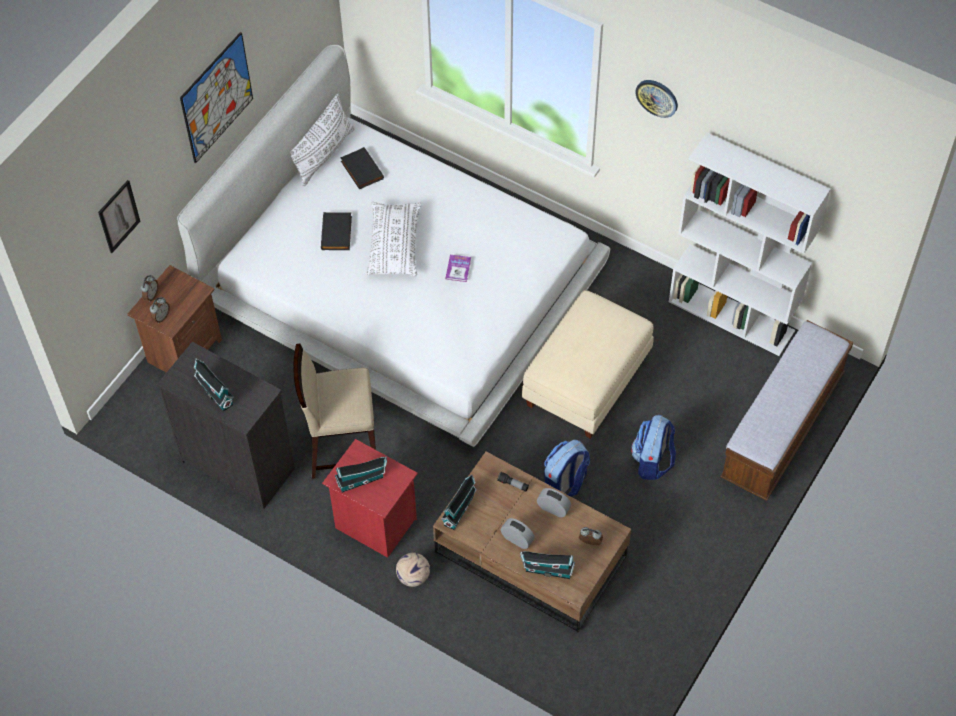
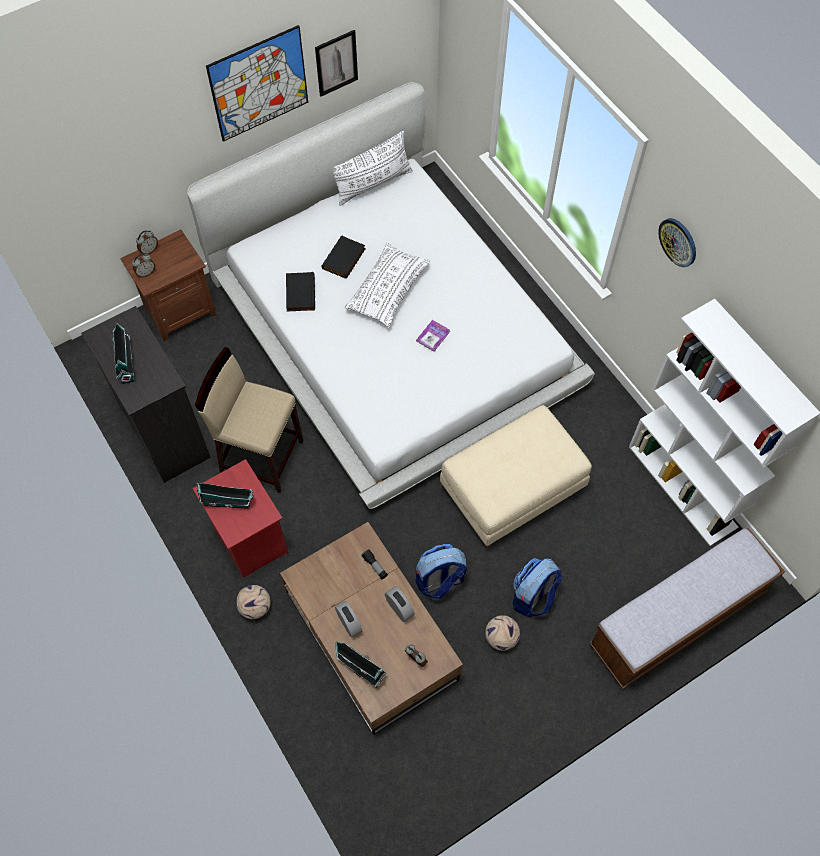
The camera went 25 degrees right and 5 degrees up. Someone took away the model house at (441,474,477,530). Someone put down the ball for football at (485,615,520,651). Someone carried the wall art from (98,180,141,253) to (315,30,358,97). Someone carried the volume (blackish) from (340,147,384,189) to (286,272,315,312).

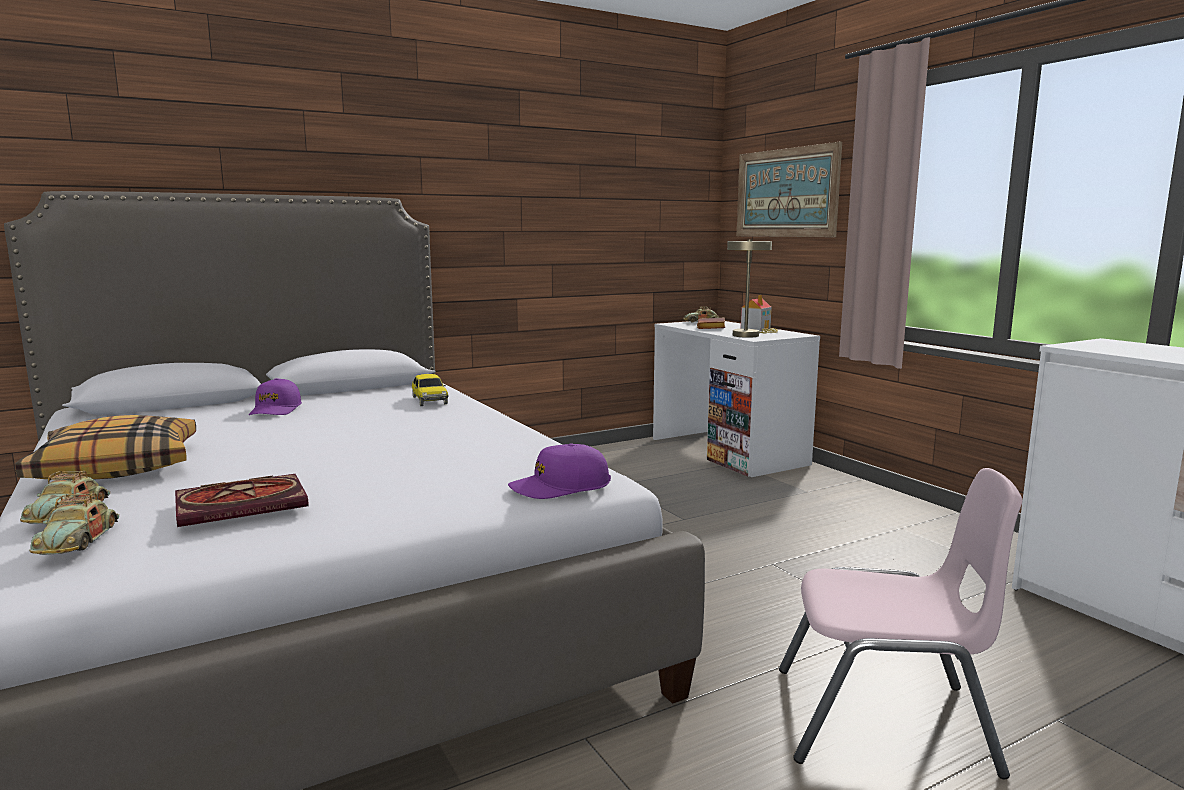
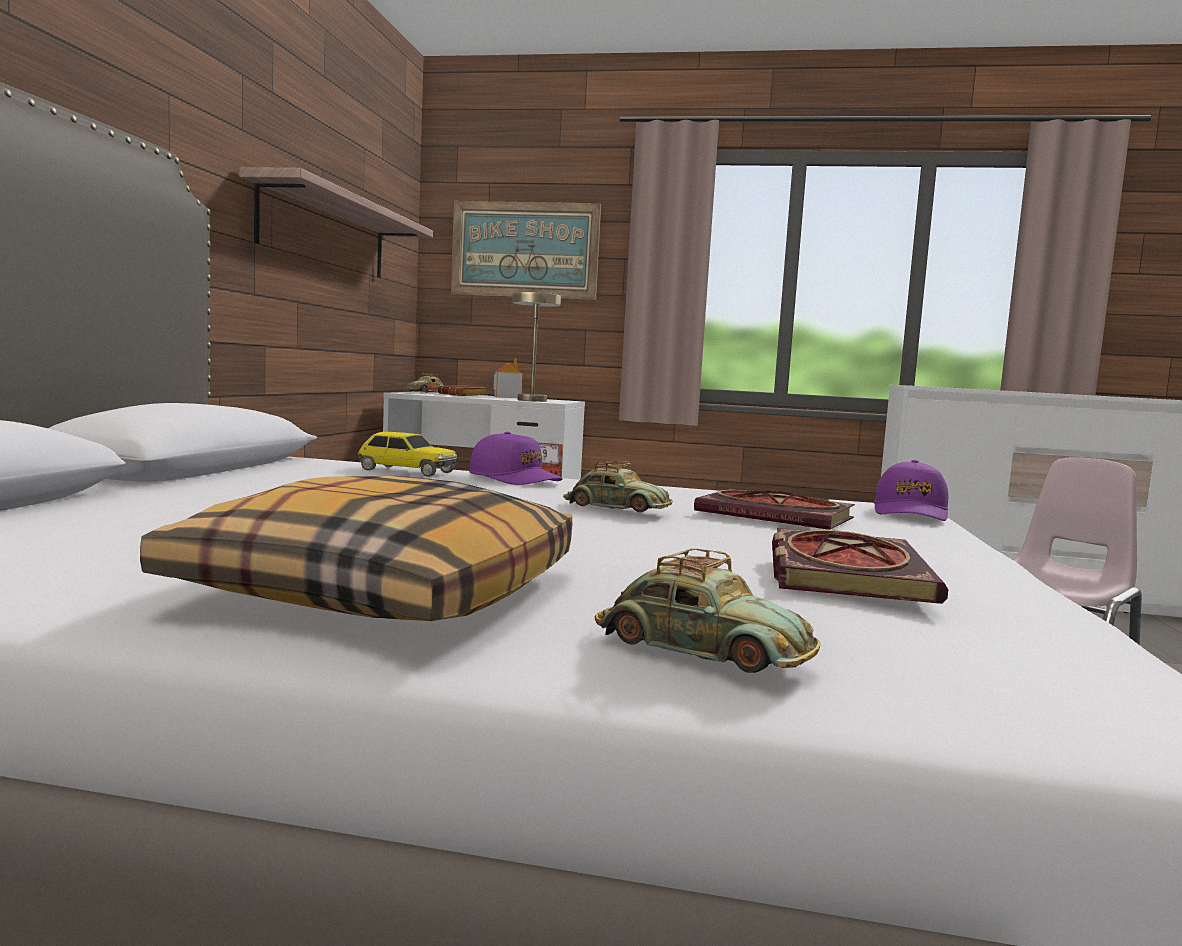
The camera went 50 degrees left and 5 degrees down. Someone put up the bracket shelf at (239,167,433,278). Someone put down the volume at (694,489,855,530). Someone carried the model car from (29,493,119,555) to (563,460,673,512). Someone carried the peaked cap (purple-coloured) from (249,378,302,415) to (469,432,563,485).

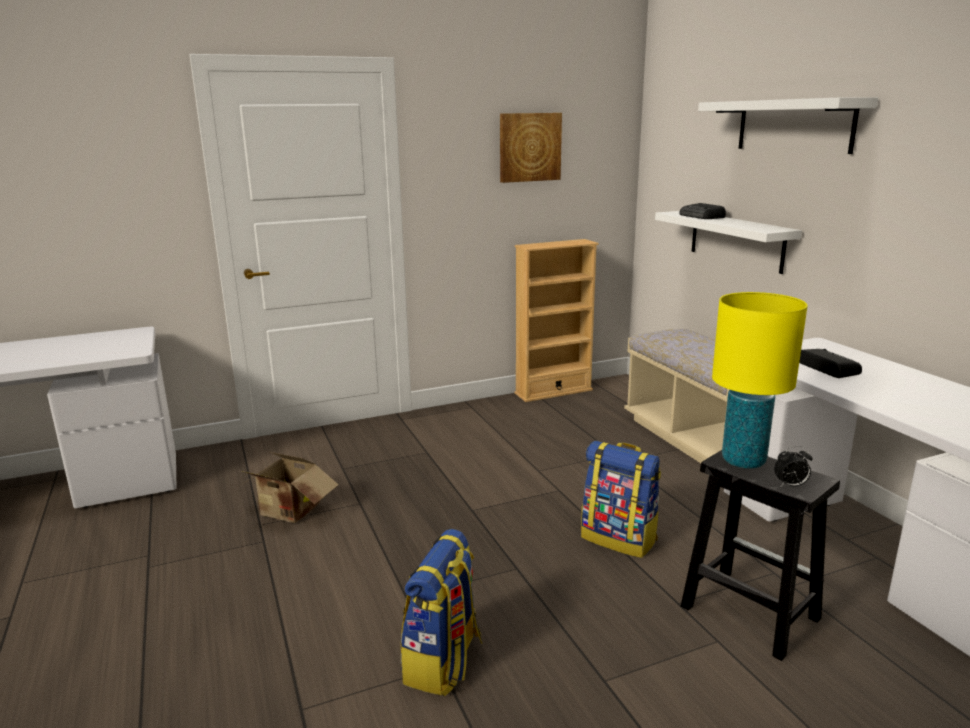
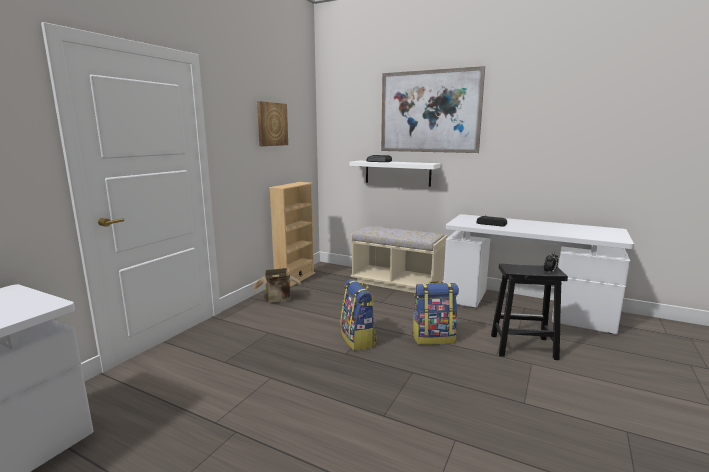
The camera went 40 degrees left and 5 degrees down. Someone took away the lamp for a table (yellowish) at (712,292,808,469). Someone carried the cardboard box from (240,452,339,523) to (253,268,302,303). Someone carried the rucksack from (401,529,483,696) to (340,279,377,351). Someone swapped the bracket shelf (white-coloured) at (698,97,878,154) for the wall art at (381,66,485,153).

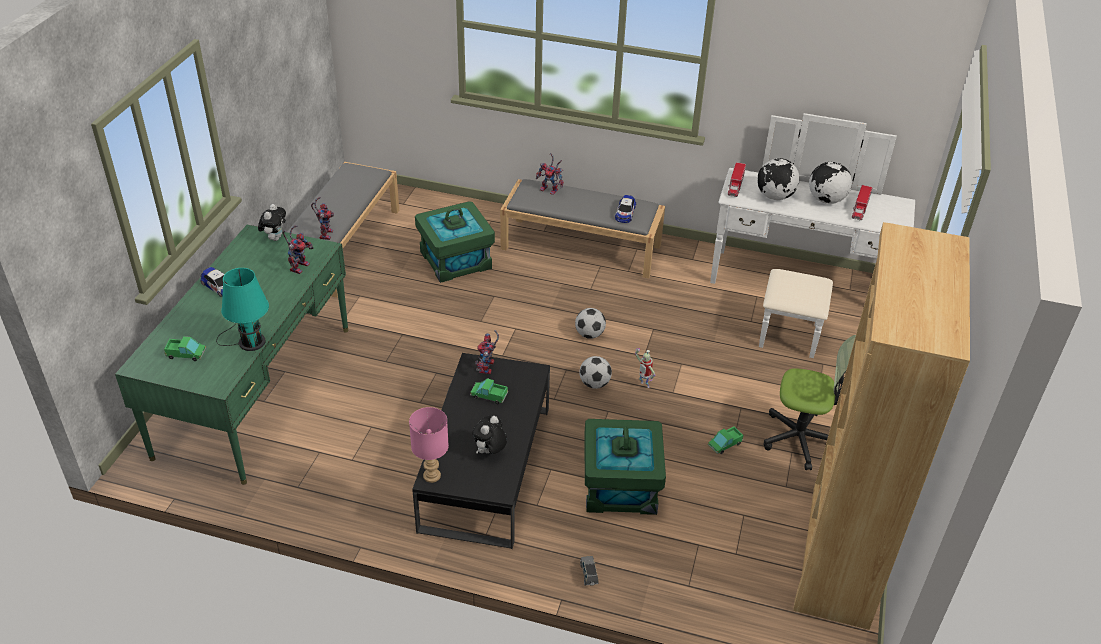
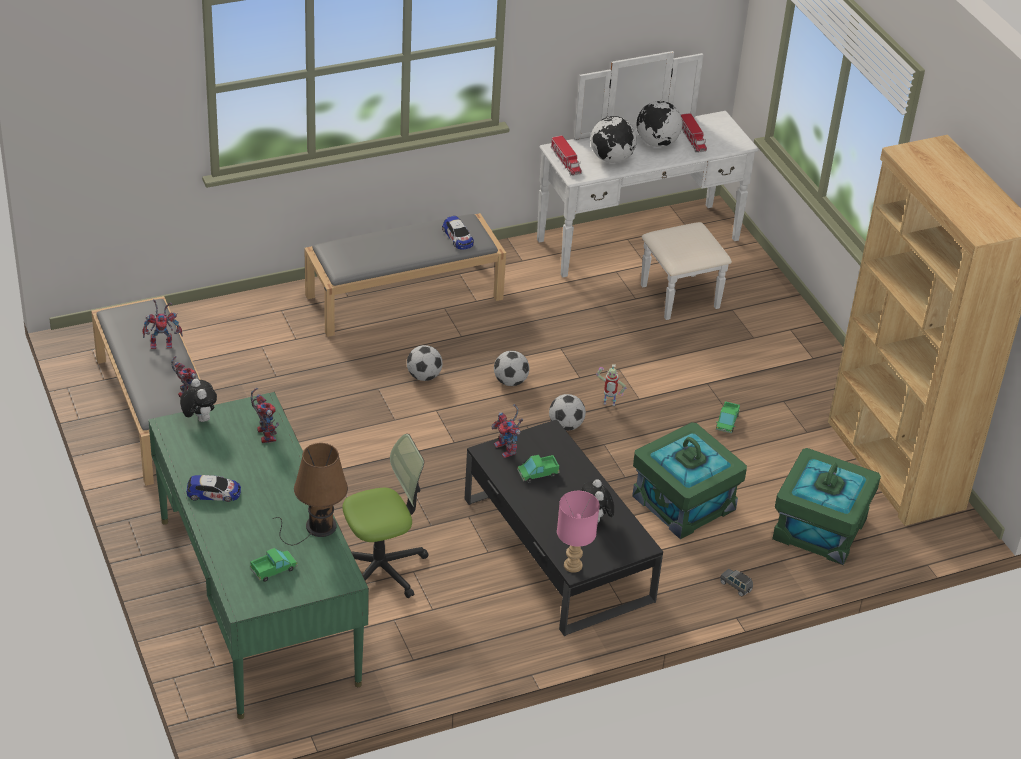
The camera went 40 degrees left and 0 degrees up. Someone put down the ball for football at (407,345,442,381). Someone carried the storage bin (greenish) from (415,201,495,283) to (772,448,881,565). Someone carried the model robot from (536,153,564,195) to (143,299,183,349). Someone carried the desk chair from (764,335,856,470) to (343,434,428,598). Someone repainted the lamp for a table (turquoise) at (216,268,269,351), which became the lamp for a table (brownish) at (273,443,348,545).

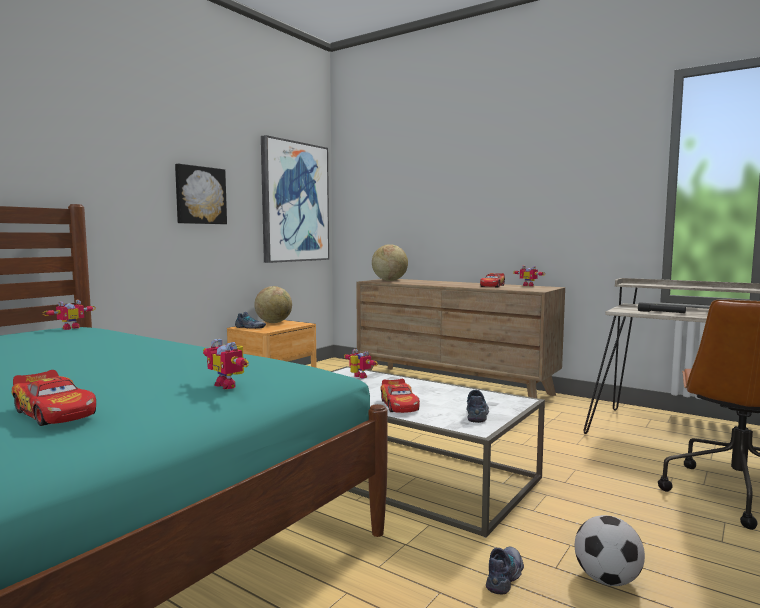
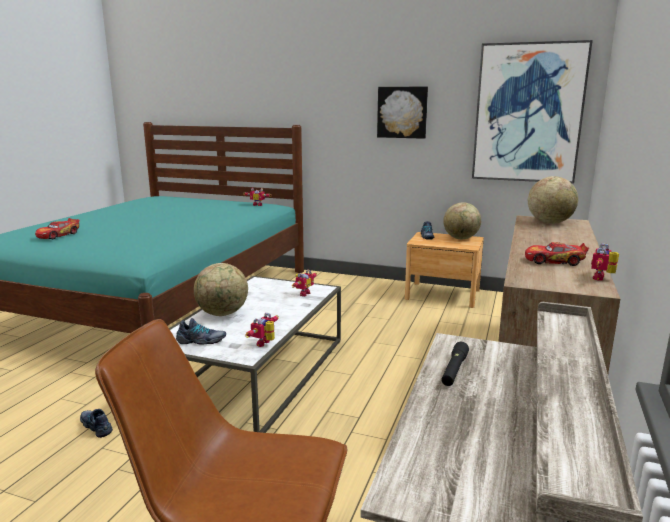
The camera went 75 degrees right and 10 degrees up. Someone took away the ball for football at (575,515,645,586). Someone carried the model robot from (203,338,249,389) to (245,313,279,347). Someone swapped the model car at (380,379,420,413) for the world globe at (194,263,248,316). Someone rotated the item of footwear at (486,547,524,594) by 150 degrees counterclockwise.

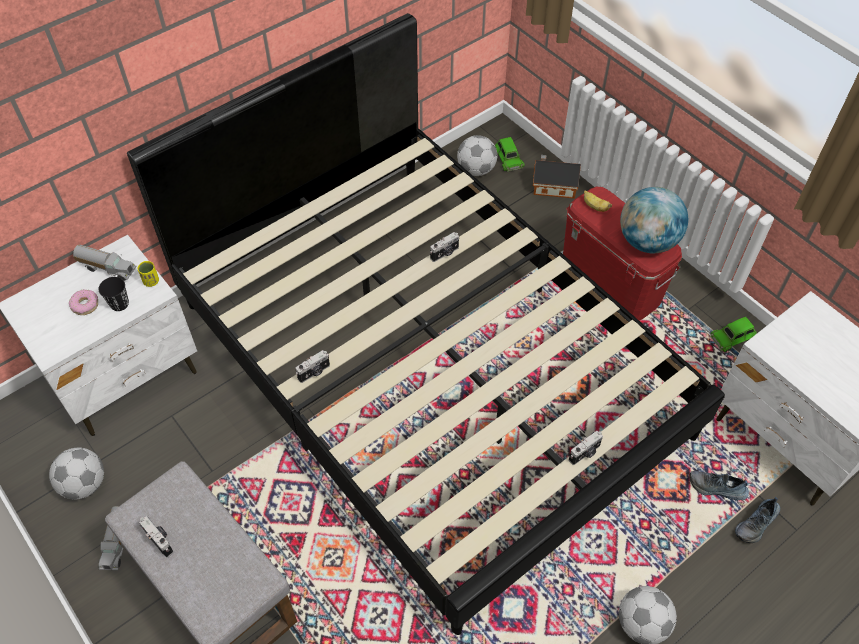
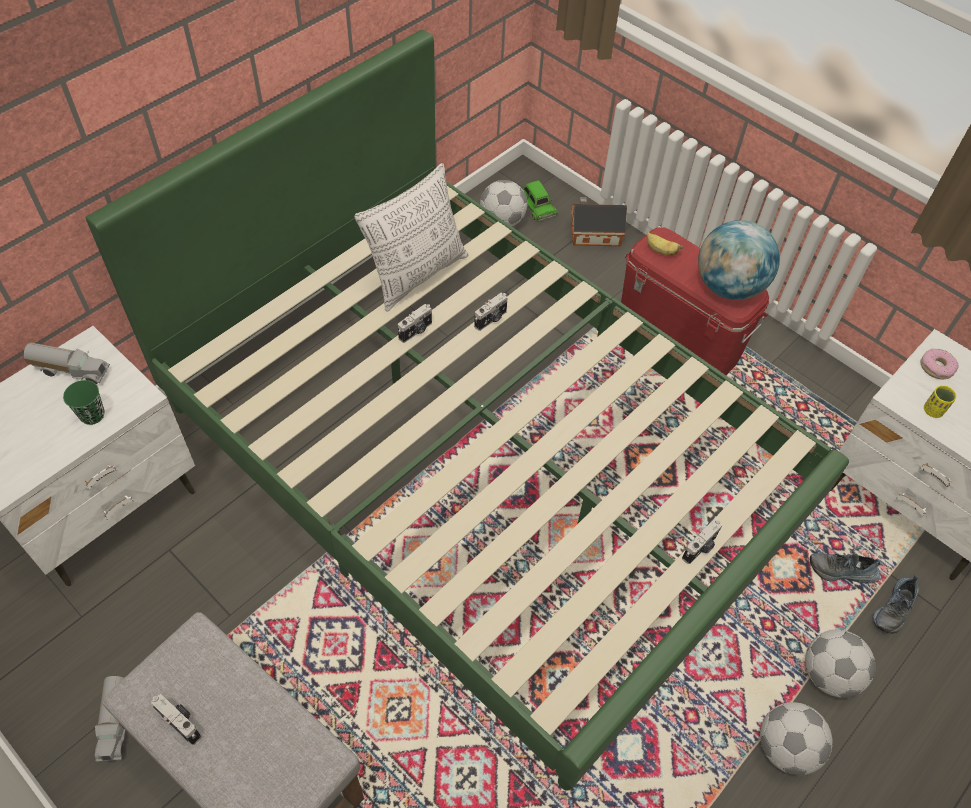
The camera went 10 degrees left and 0 degrees up. Someone took away the model car (greenish) at (710,317,757,352). Someone put down the cushion at (354,163,468,312). Someone carried the ball for football from (49,448,104,500) to (805,629,875,698). Someone carried the doughnut from (69,289,98,315) to (921,349,958,379). Someone carried the cup (yellowish) from (138,261,159,287) to (924,385,957,418). Someone carried the photo camera from (295,350,330,383) to (398,304,432,343). Someone repainted the cup (blackish) at (99,277,129,311), which became the cup (greenish) at (63,380,105,425). Someone repainted the sleeping bed (blackish) at (127,13,725,635), which became the sleeping bed (greenish) at (86,30,849,791).

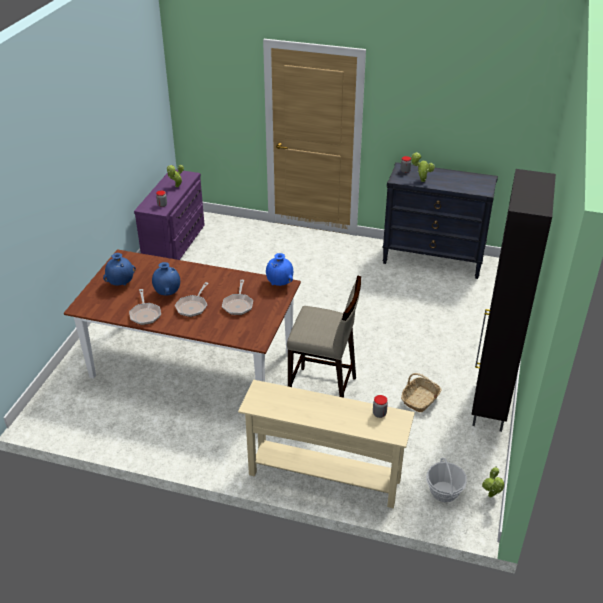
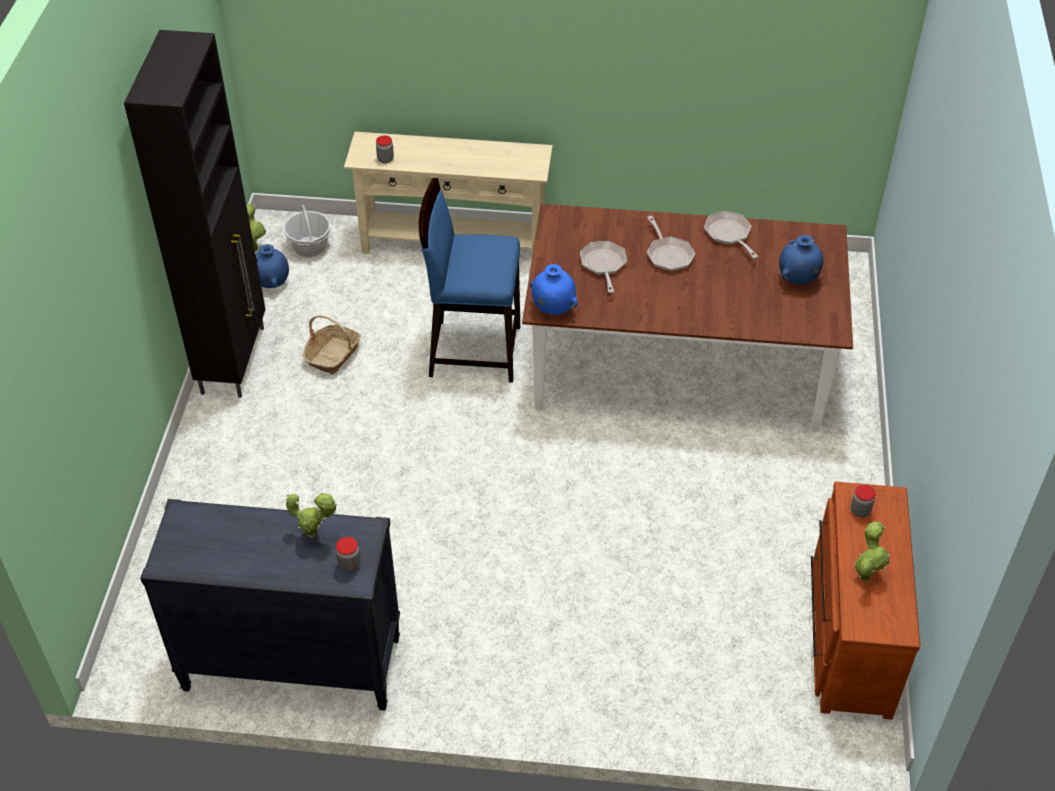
The camera went 170 degrees right and 10 degrees up. Someone carried the flower vase (blue-coloured) from (152,262,180,296) to (255,244,289,288). Someone repainted the chest of drawers (purple-coloured) at (134,169,204,260), which became the chest of drawers (brownish) at (811,482,920,720). Someone repainted the sitting stool (beige-coloured) at (287,275,361,398), which became the sitting stool (blue-coloured) at (419,178,520,383). Someone rotated the pan at (175,282,208,317) by 150 degrees clockwise.

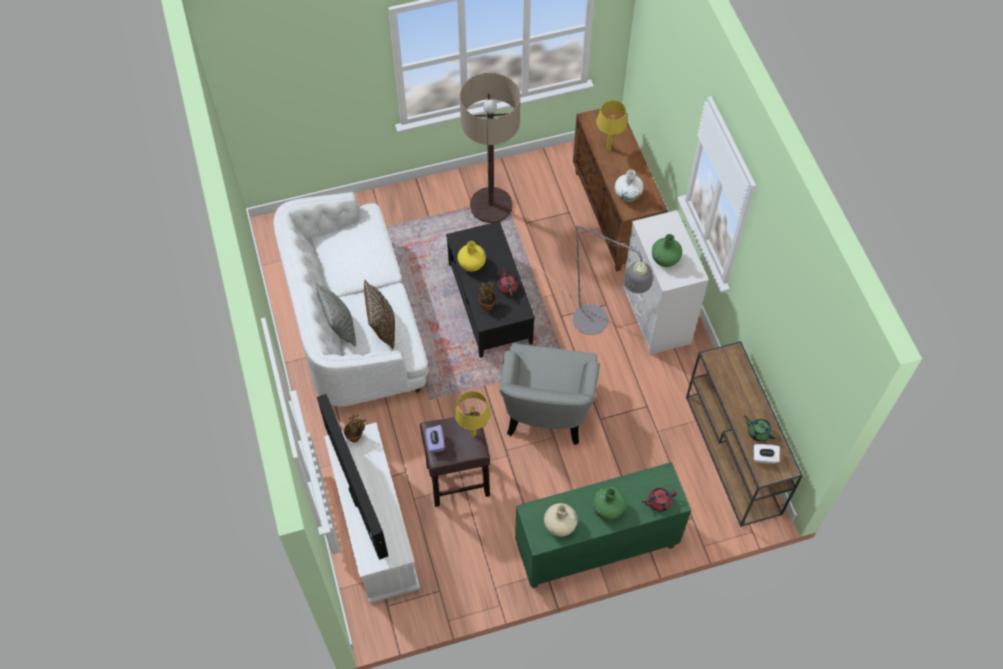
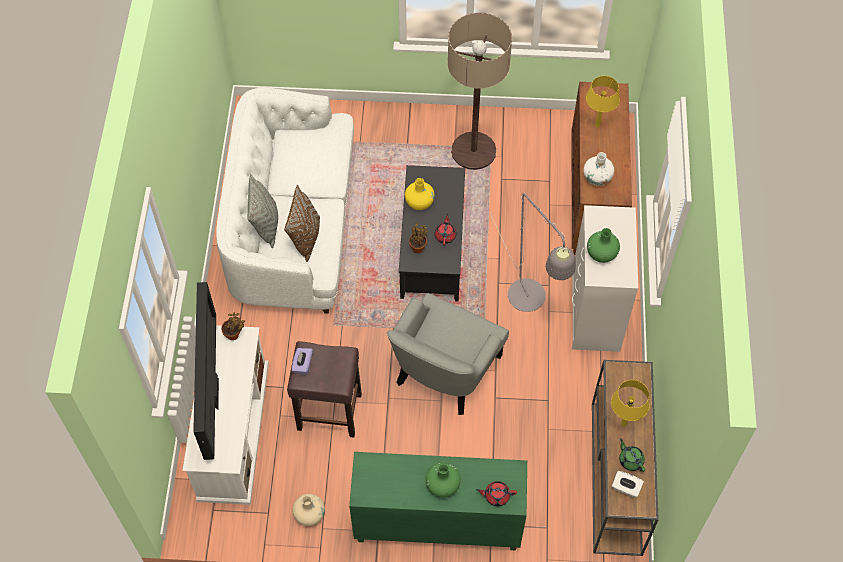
The camera went 20 degrees right and 0 degrees up. Someone carried the lamp for a table (yellowish) from (455,391,491,437) to (611,380,650,427). Someone carried the flower vase (beige-coloured) from (544,503,578,537) to (292,494,325,526).

